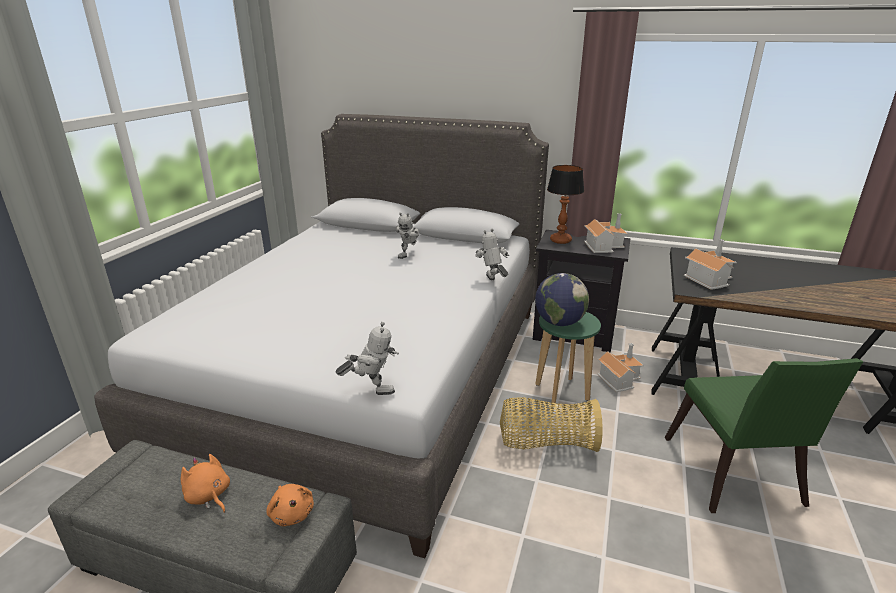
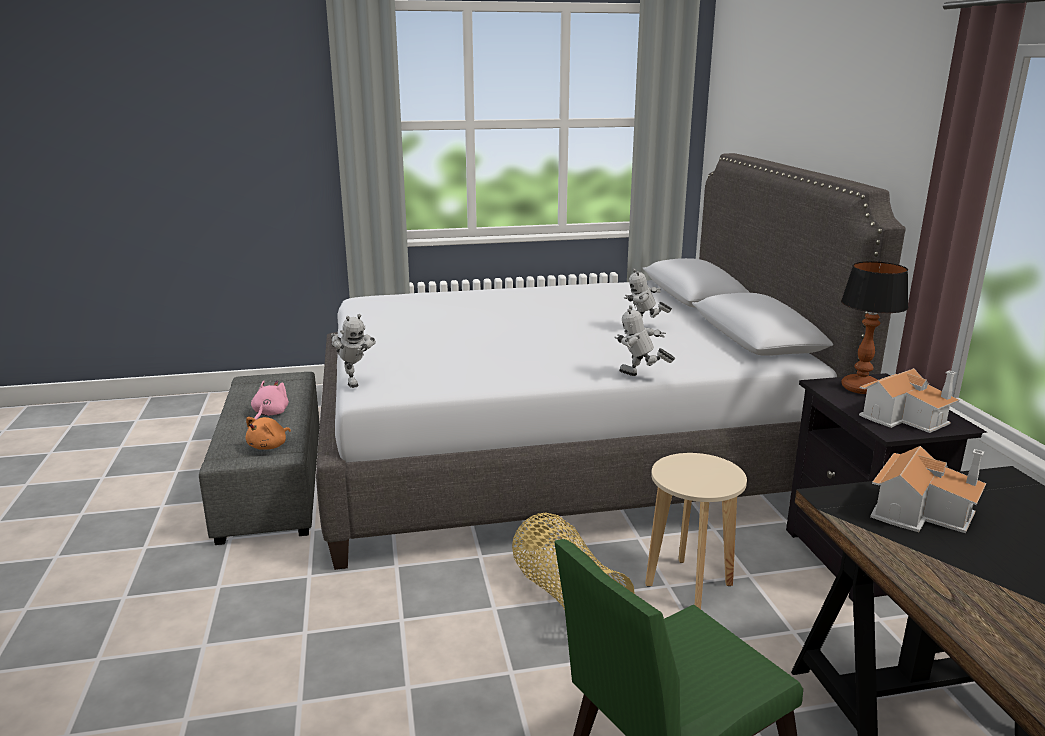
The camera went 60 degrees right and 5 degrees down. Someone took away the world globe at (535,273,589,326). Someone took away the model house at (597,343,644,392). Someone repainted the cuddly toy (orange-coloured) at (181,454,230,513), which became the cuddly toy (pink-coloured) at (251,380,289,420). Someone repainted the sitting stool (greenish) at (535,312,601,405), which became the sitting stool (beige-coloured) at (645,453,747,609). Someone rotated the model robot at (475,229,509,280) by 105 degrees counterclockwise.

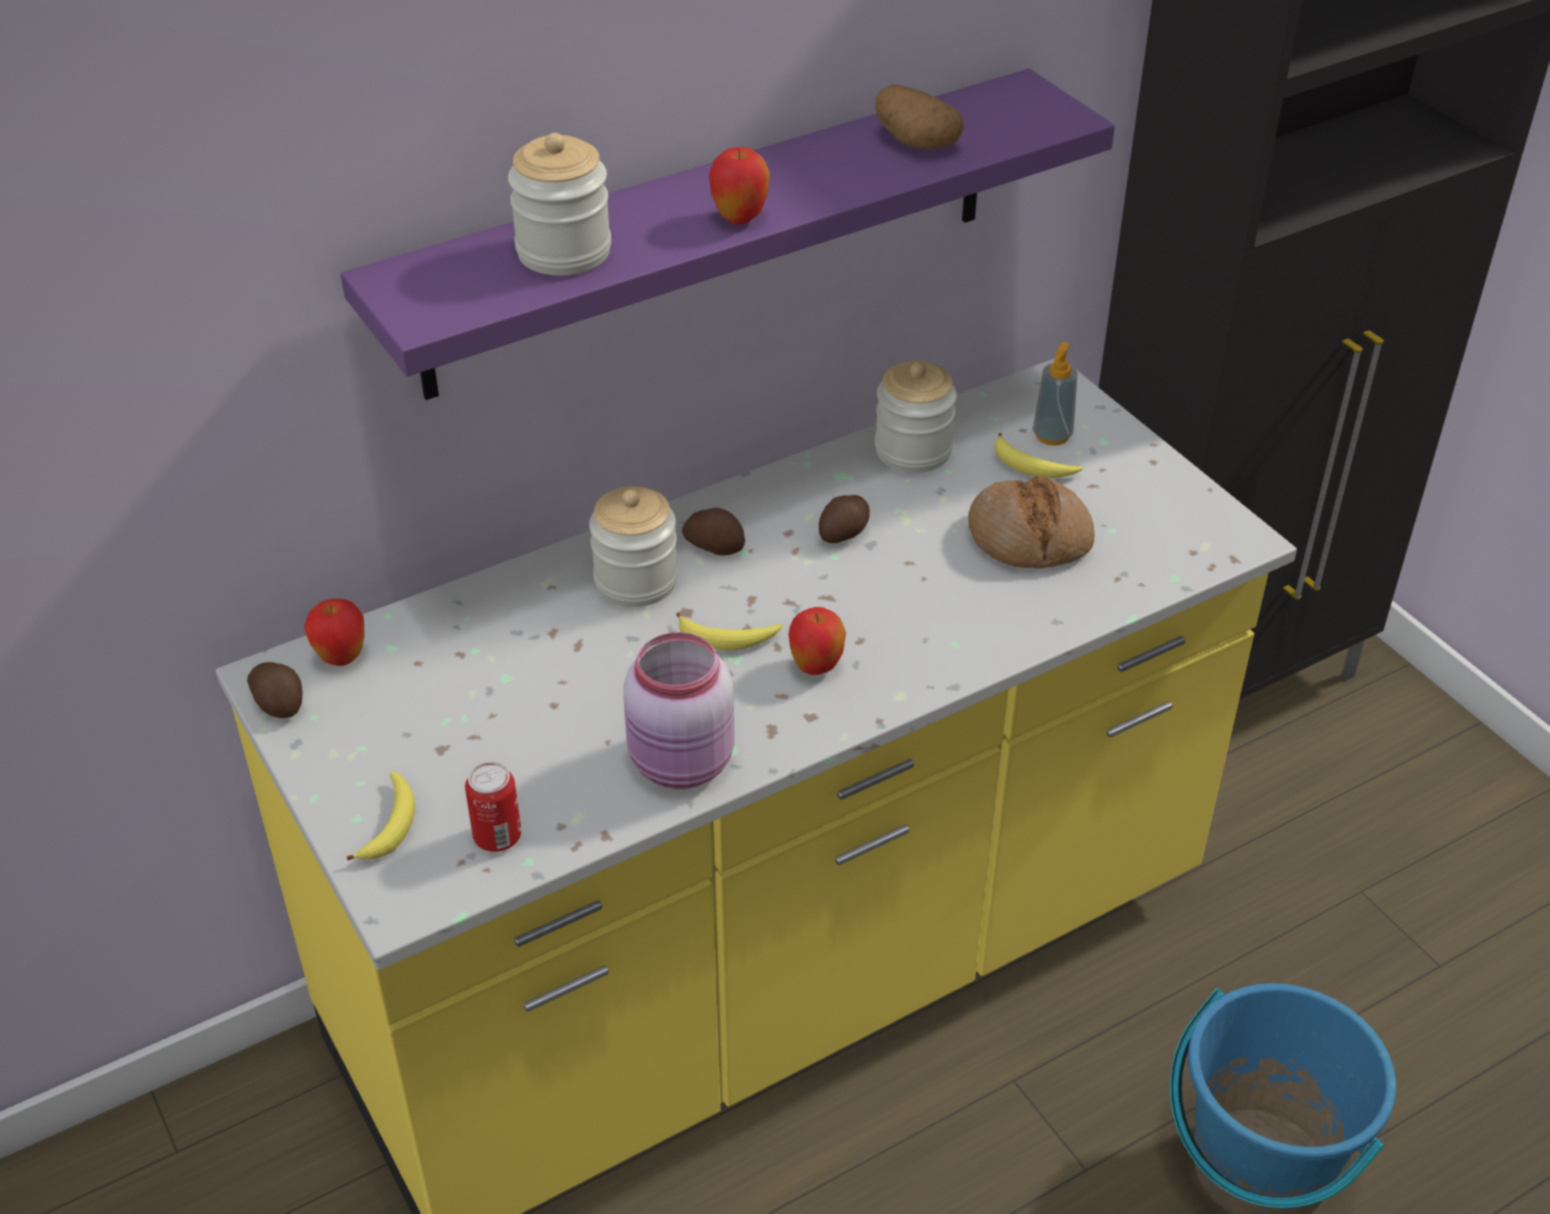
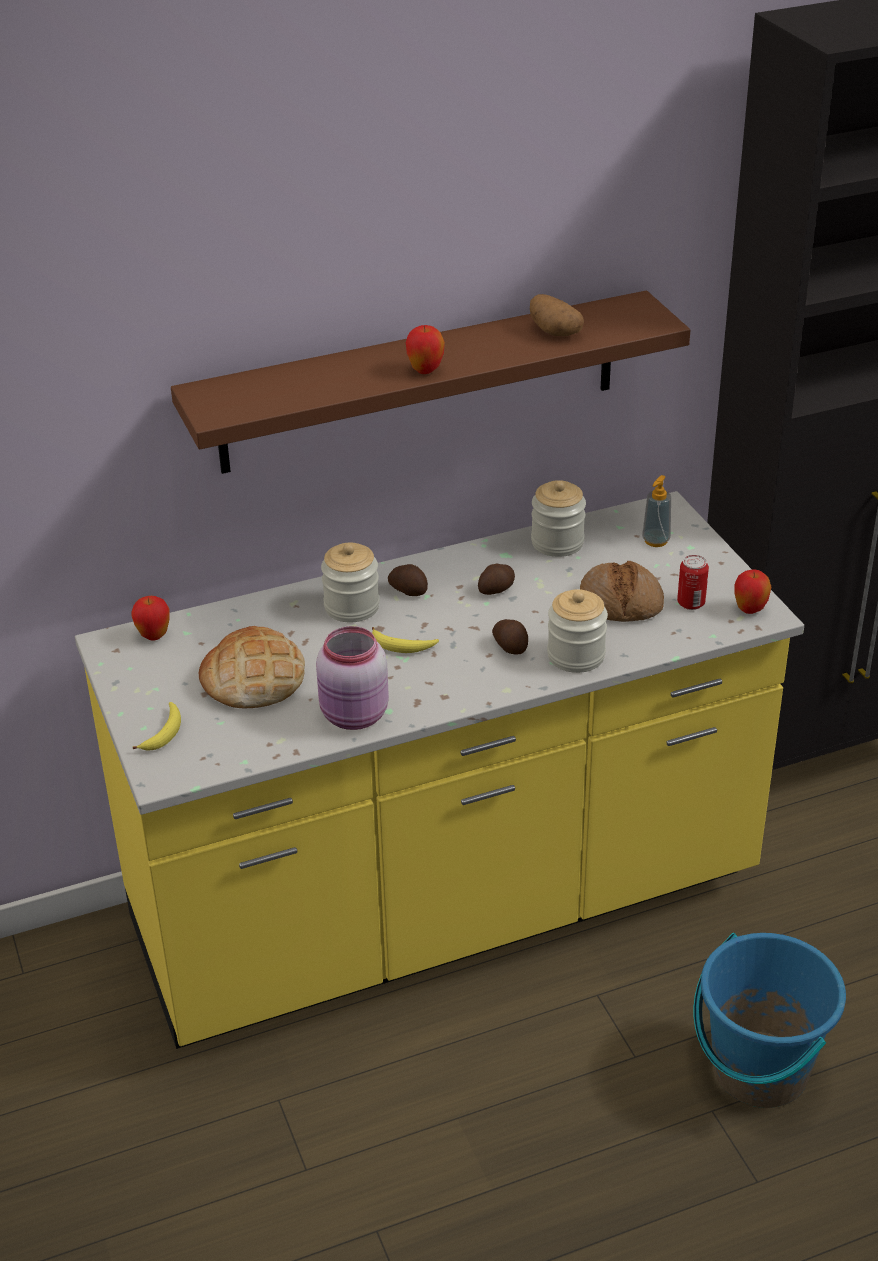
The camera went 10 degrees right and 5 degrees down. Someone took away the banana fruit at (995,433,1083,478). Someone put down the baked bread at (199,626,305,708). Someone carried the spud from (247,662,303,718) to (492,619,528,655). Someone carried the metal can from (465,762,521,852) to (677,555,709,610). Someone carried the jar from (508,133,611,276) to (547,589,608,673). Someone carried the whole apple from (788,607,846,675) to (735,569,772,614). Someone repainted the bracket shelf (purple-coloured) at (341,69,1115,400), which became the bracket shelf (brownish) at (171,290,690,474).

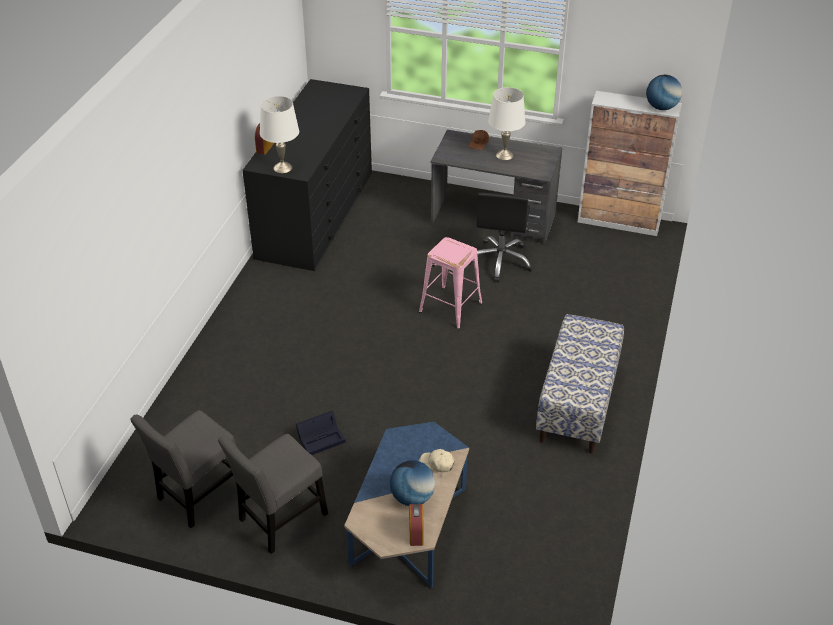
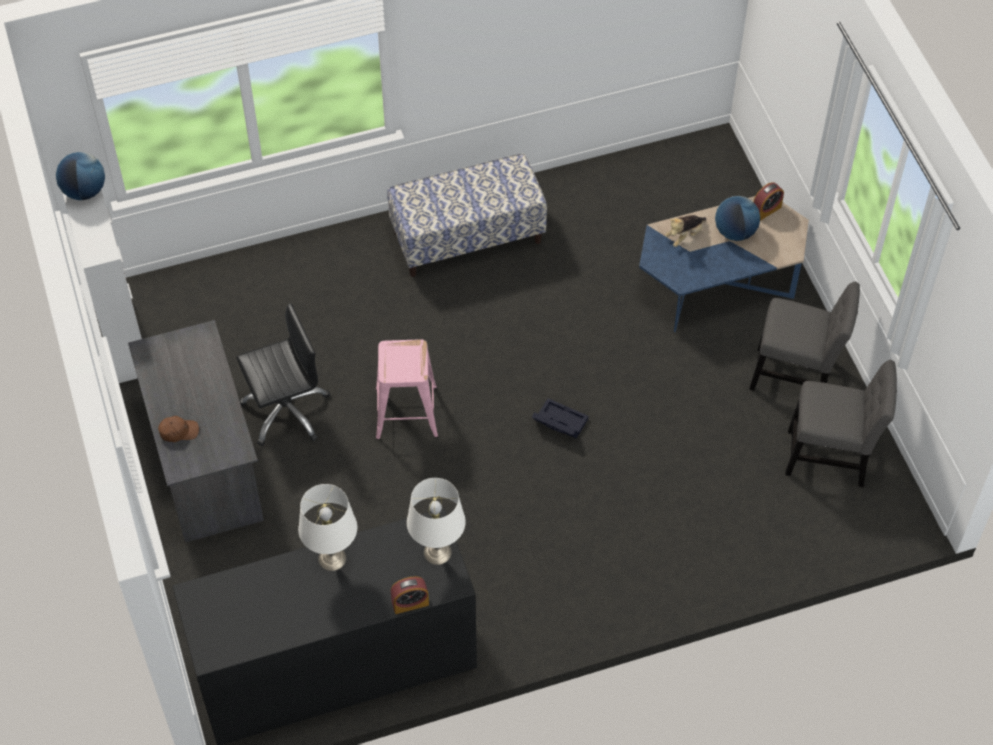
The camera went 125 degrees left and 15 degrees up. Someone carried the storage bin (blackish) from (296,411,345,455) to (532,398,588,439). Someone carried the lamp for a table (white-coloured) from (488,87,525,160) to (298,484,357,571). Someone swapped the peaked cap (beige-coloured) at (420,449,455,472) for the cuddly toy at (665,215,706,247).

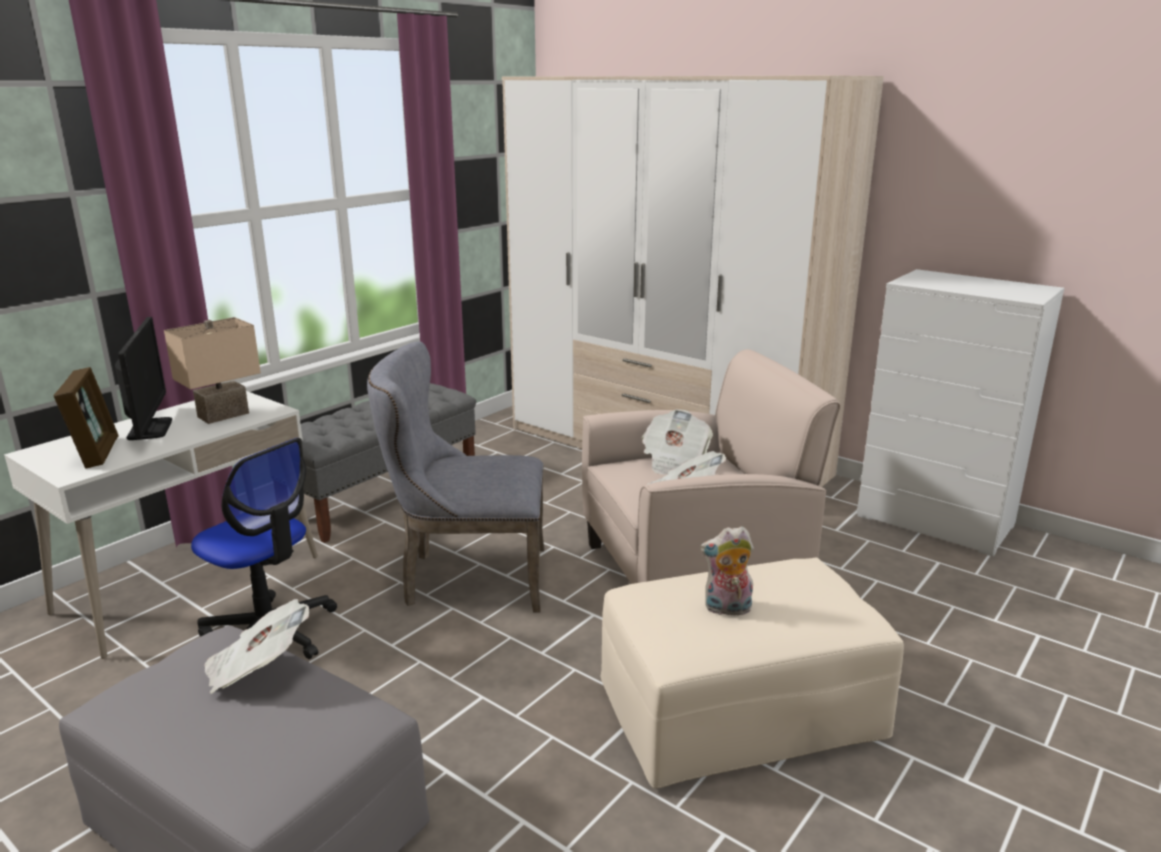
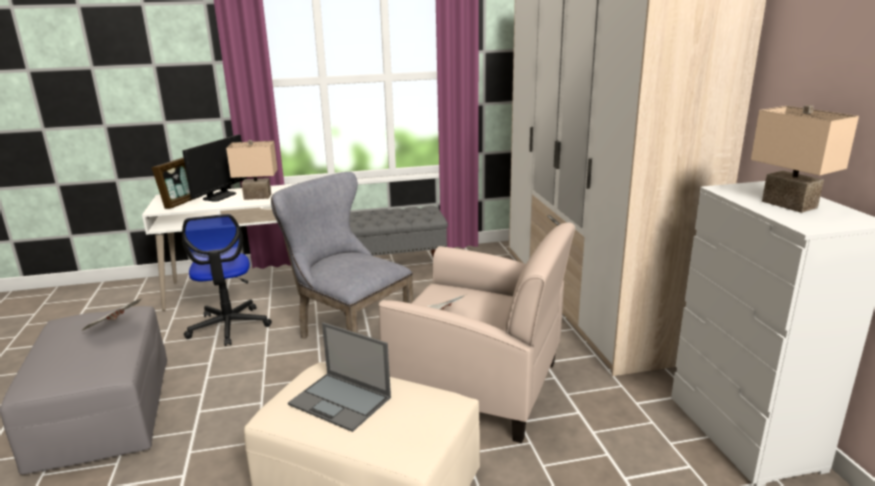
The camera went 40 degrees right and 0 degrees up. Someone took away the newspaper at (642,409,713,475). Someone put down the lamp for a table (beige-coloured) at (751,105,859,213). Someone swapped the cuddly toy at (700,526,754,615) for the laptop at (288,322,391,432).

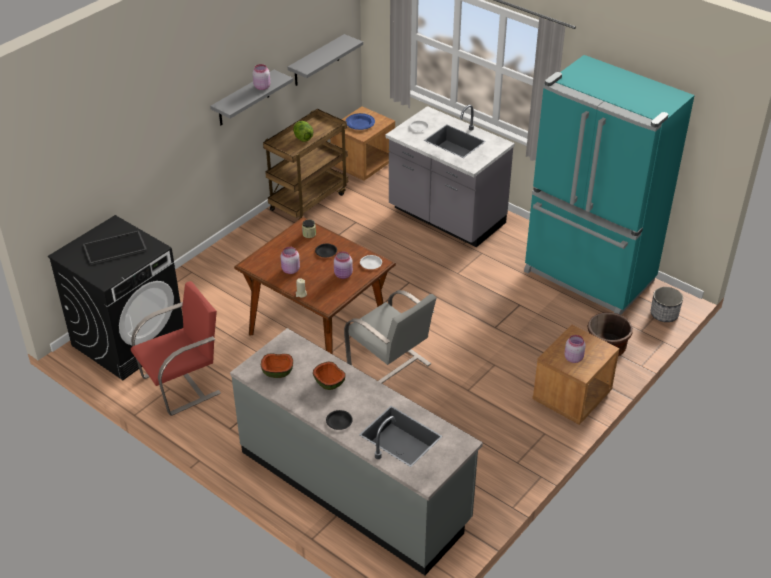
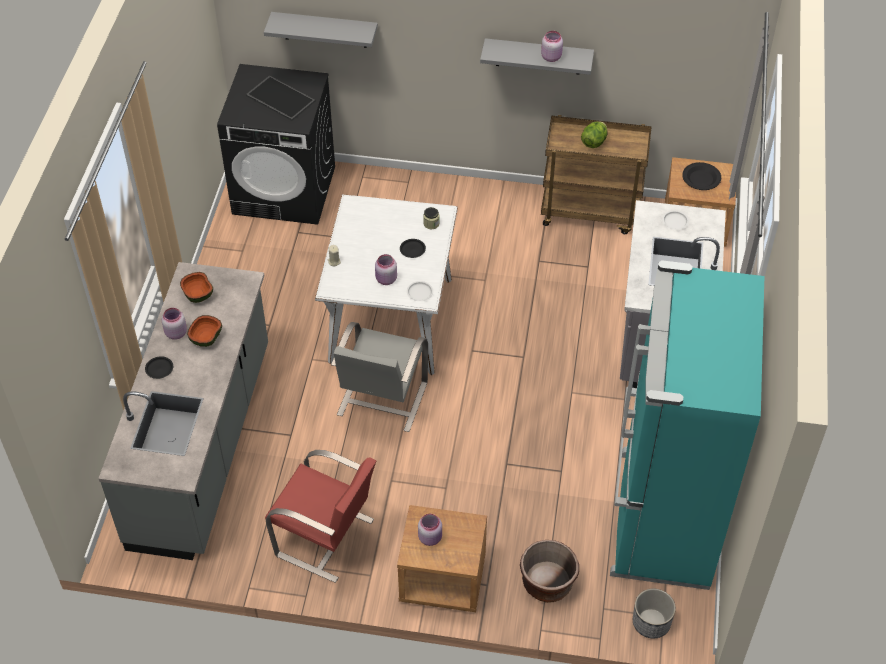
The camera went 60 degrees right and 10 degrees up. Someone carried the upright chair (red) from (131,281,221,416) to (265,450,376,583). Someone carried the jar (pink-coloured) from (281,247,300,274) to (162,308,187,340). Someone carried the bracket shelf (gray) from (288,34,363,86) to (264,12,378,48). Someone repainted the dinner table (brownish) at (234,217,396,355), which became the dinner table (white-coloured) at (315,194,458,375). Someone repainted the plate (blue-coloured) at (346,113,375,130), which became the plate (blackish) at (682,162,721,190).

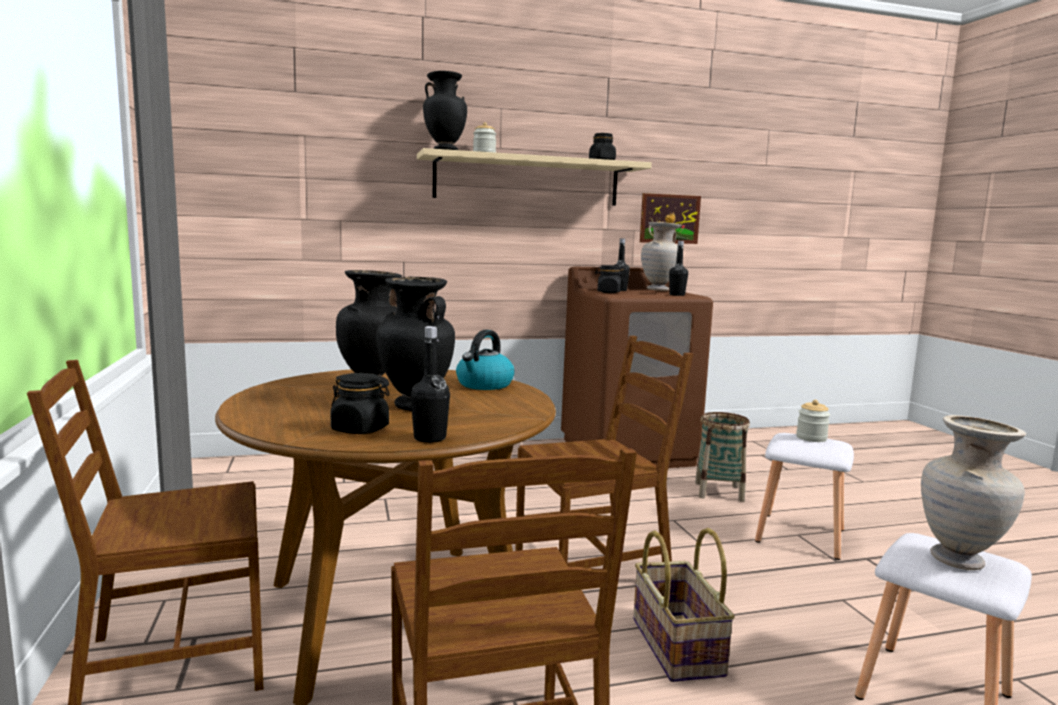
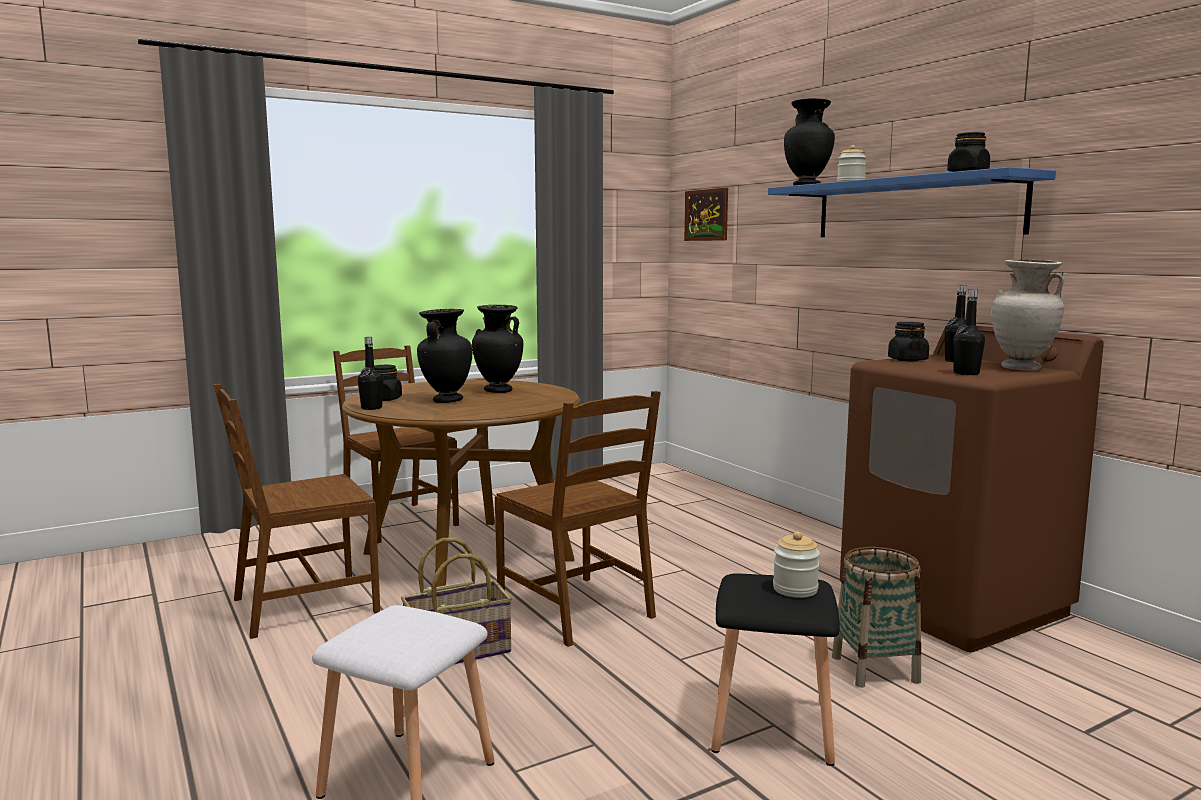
The camera went 75 degrees right and 0 degrees up. Someone took away the kettle at (456,330,515,390). Someone took away the flower vase (beige-coloured) at (921,415,1026,570). Someone carried the wall art from (640,193,701,244) to (684,188,728,241). Someone repainted the bracket shelf (beige-coloured) at (417,148,652,206), which became the bracket shelf (blue-coloured) at (768,167,1056,237). Someone repainted the sitting stool (white-coloured) at (755,433,854,560), which became the sitting stool (blackish) at (711,573,840,766).

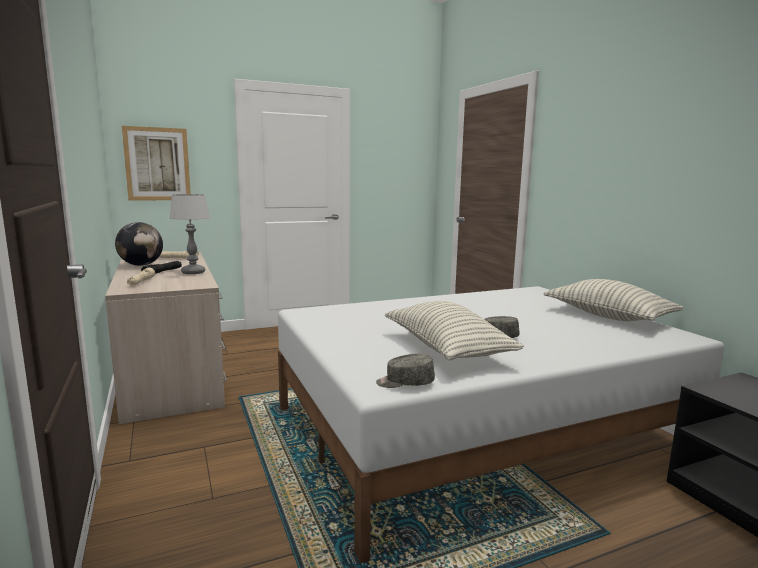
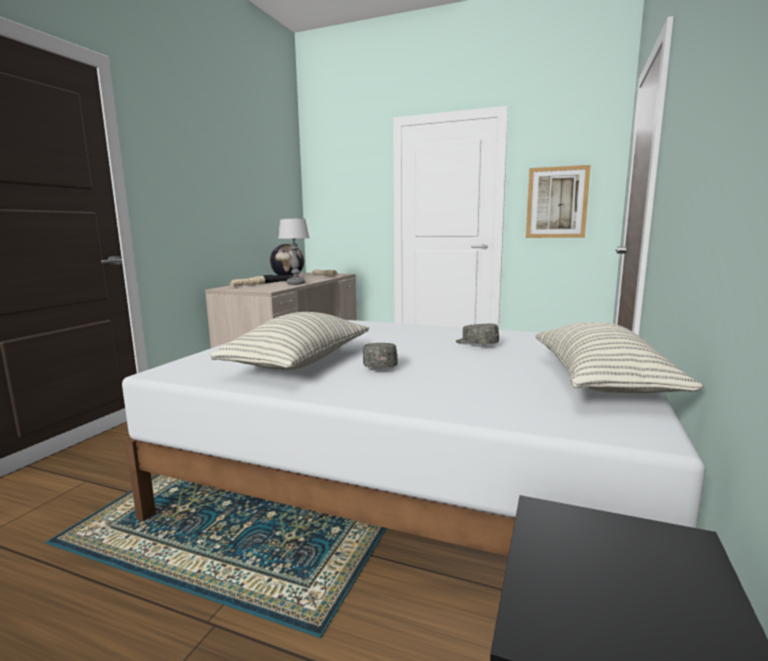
The camera went 45 degrees right and 0 degrees up. Someone carried the wall art from (122,126,191,200) to (526,165,591,238). Someone carried the peaked cap (gray) from (376,354,435,388) to (456,324,499,344).

